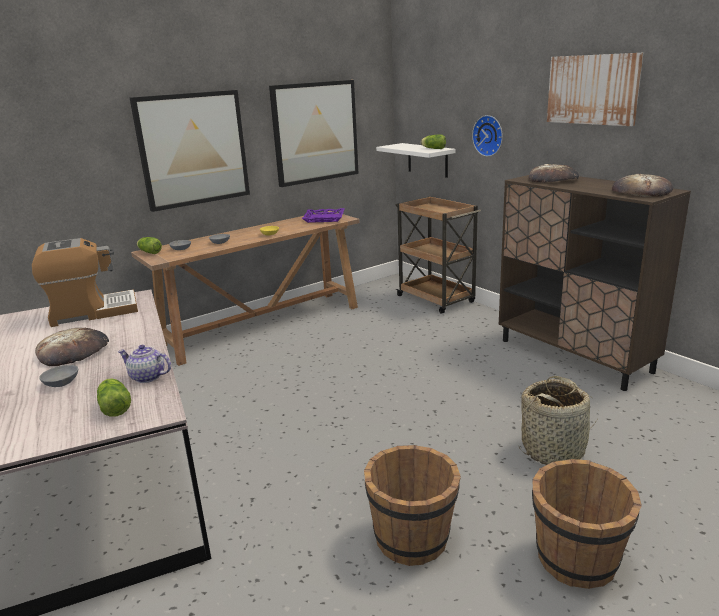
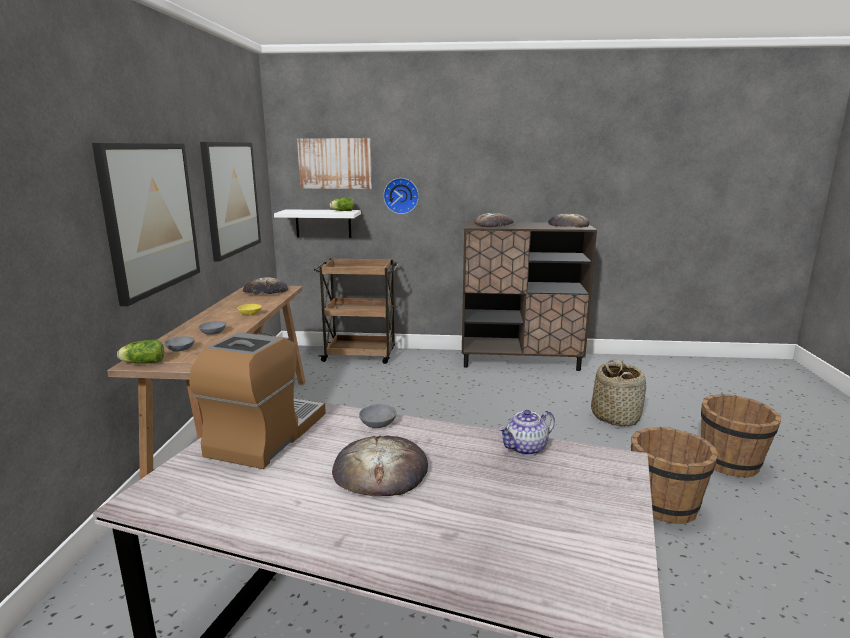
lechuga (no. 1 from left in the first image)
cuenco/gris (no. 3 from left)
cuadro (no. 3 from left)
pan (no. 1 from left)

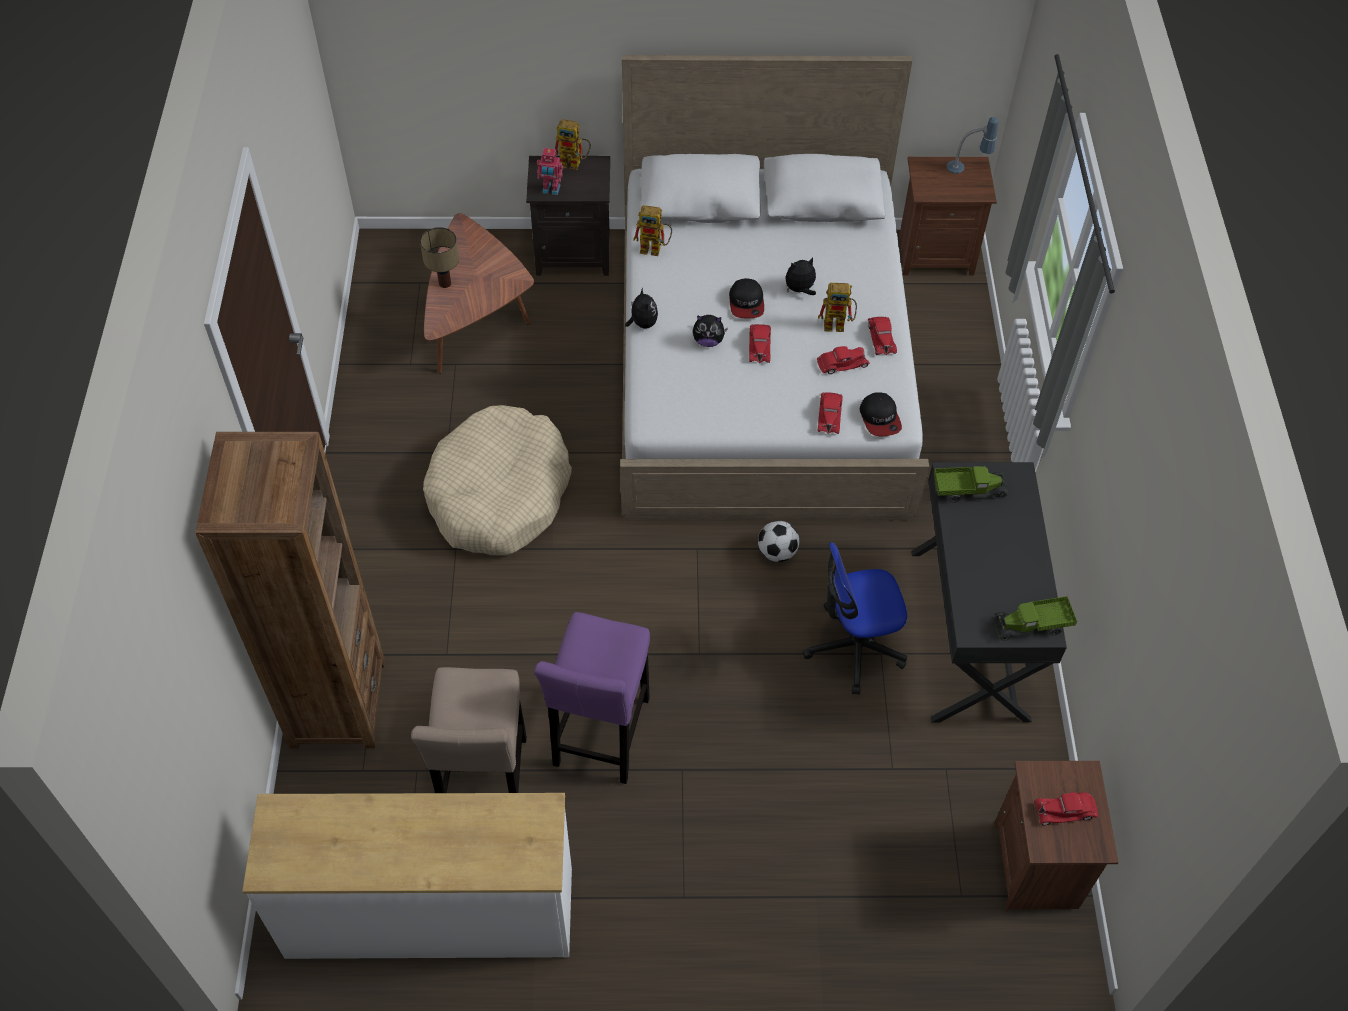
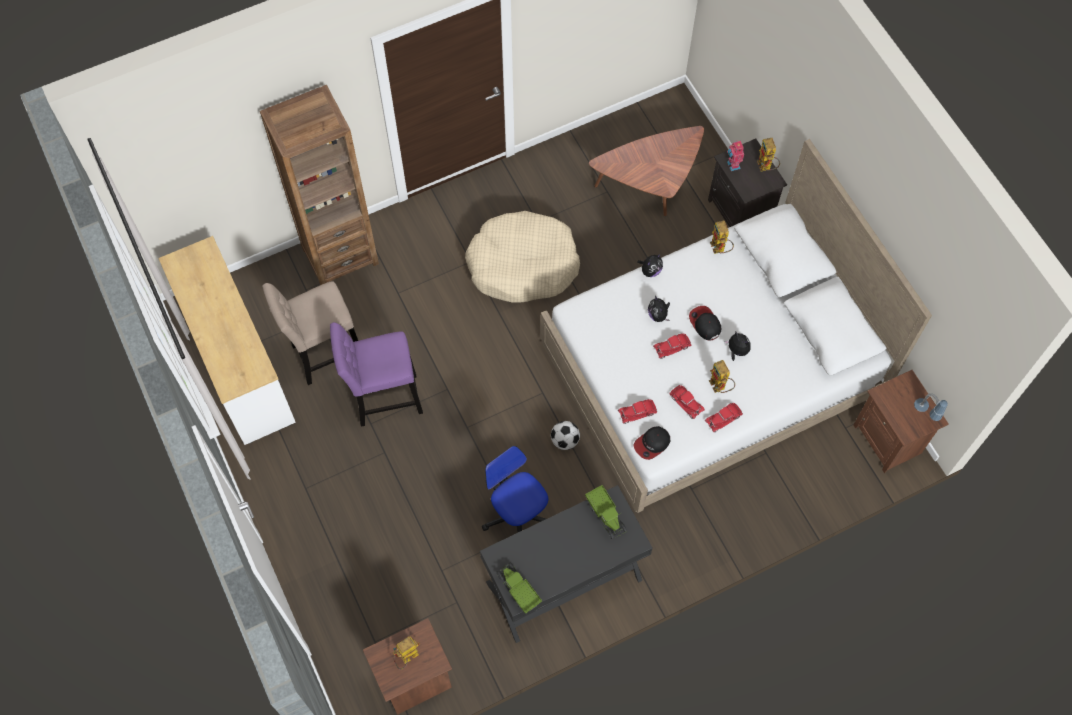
lámpara de mesa (no. 1 from left in the first image)
robot de juguete (no. 1 from left)
gorra (no. 2 from left)

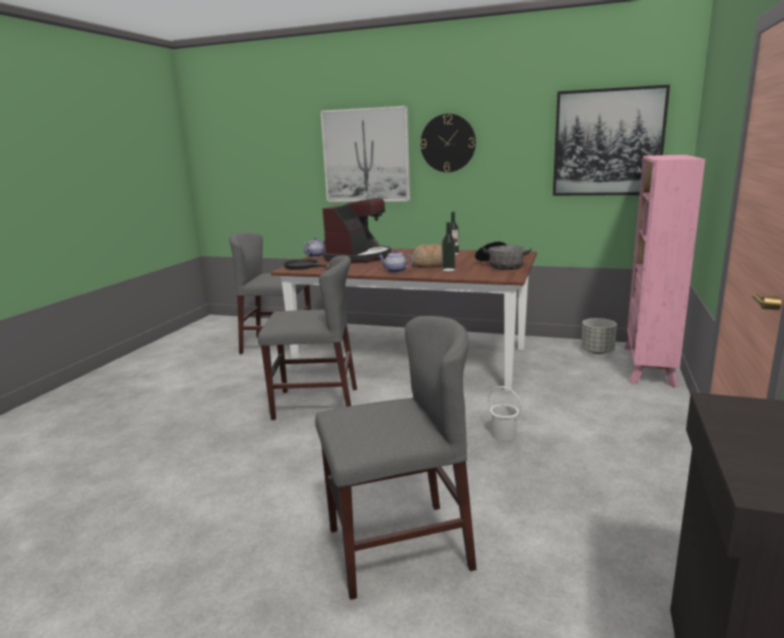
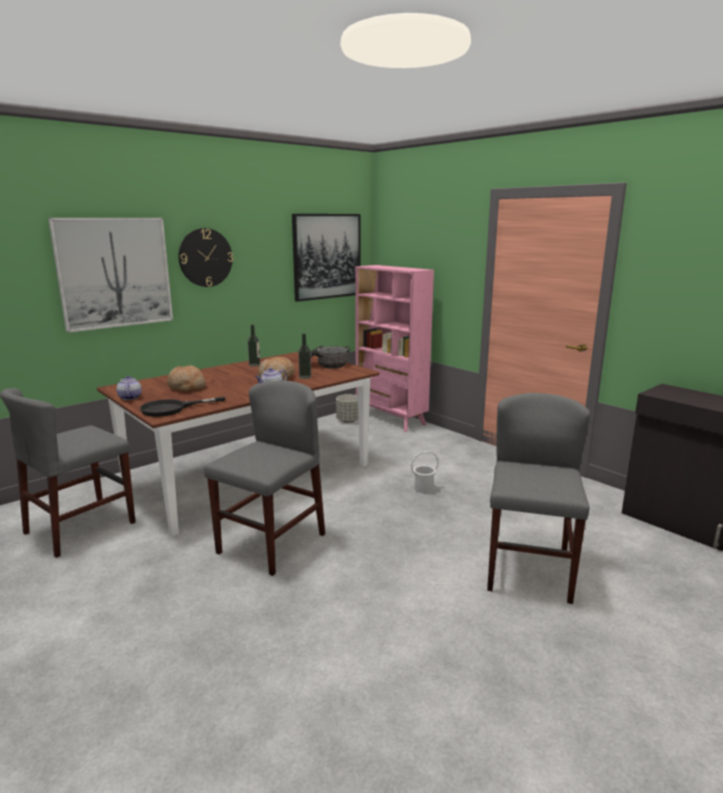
pan (no. 1 from left)

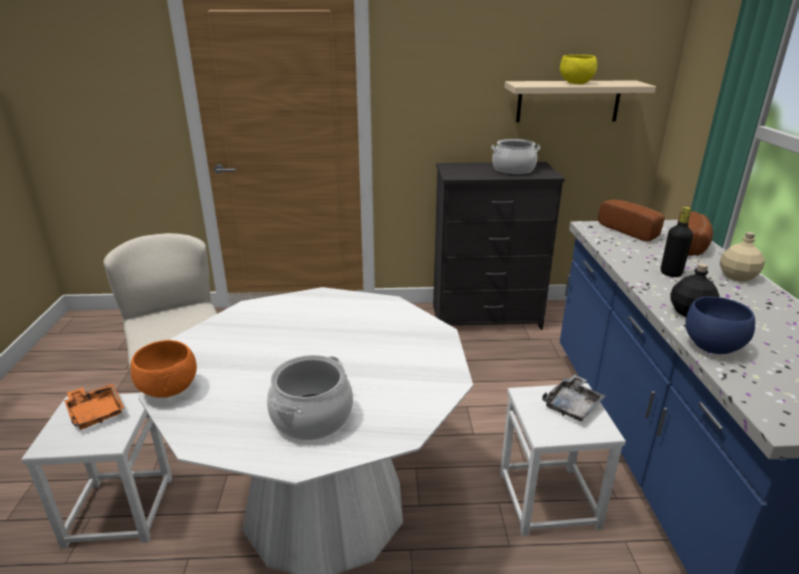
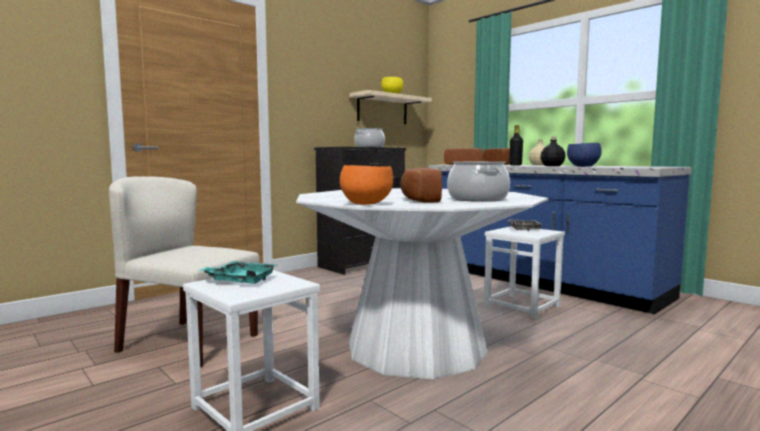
pan (no. 1 from left)
bandeja/turquesa

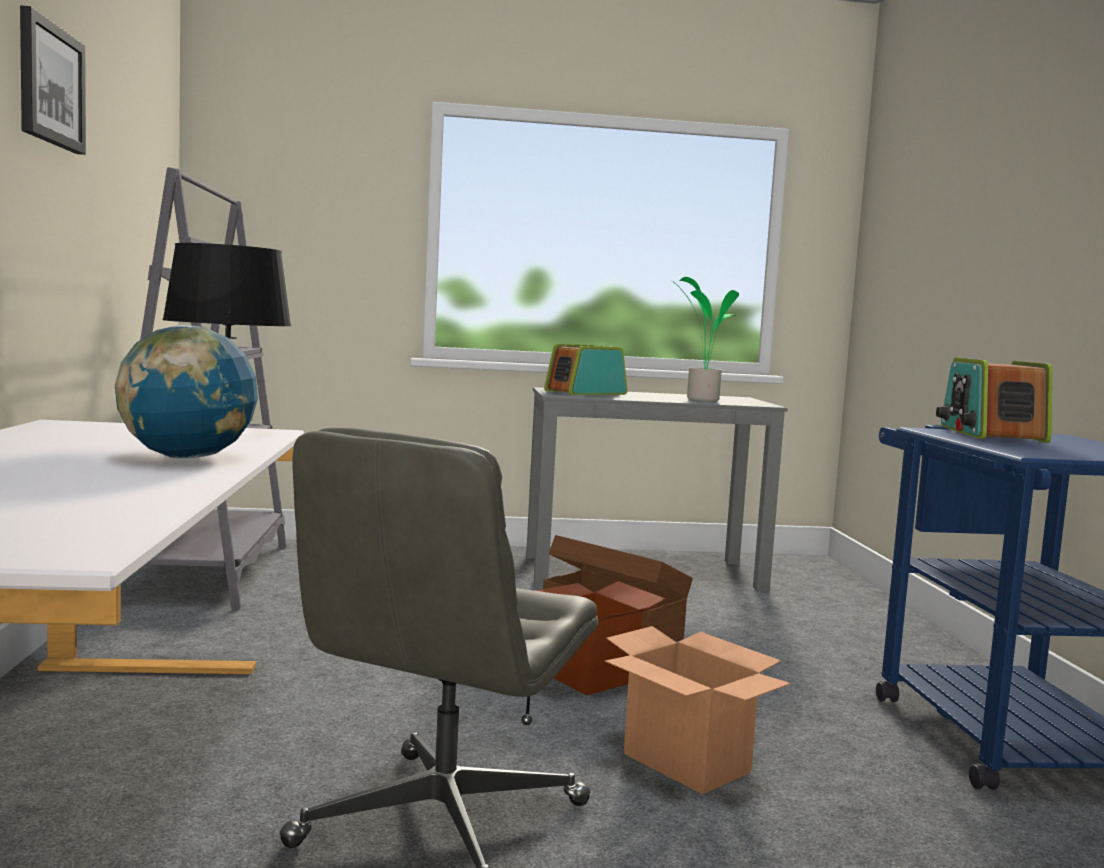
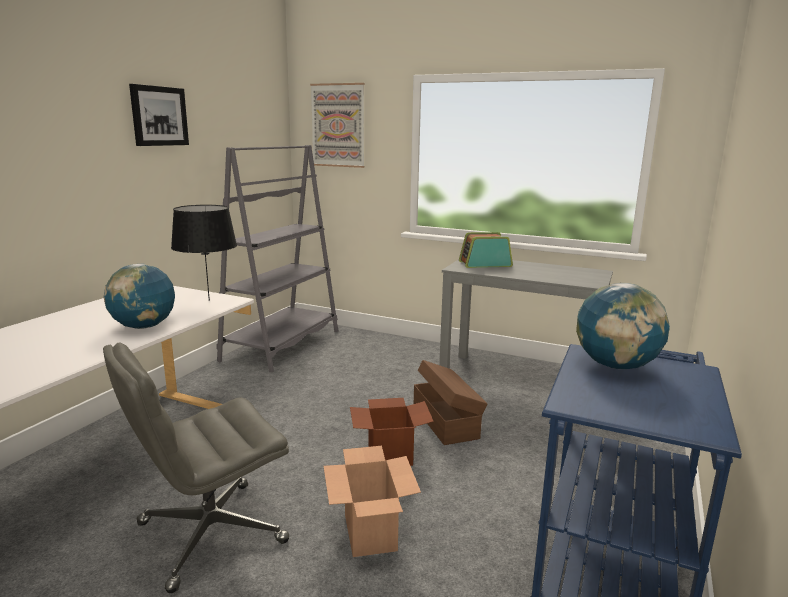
planta en maceta
cuadro (no. 2 from left)
globo terráqueo (no. 2 from left)

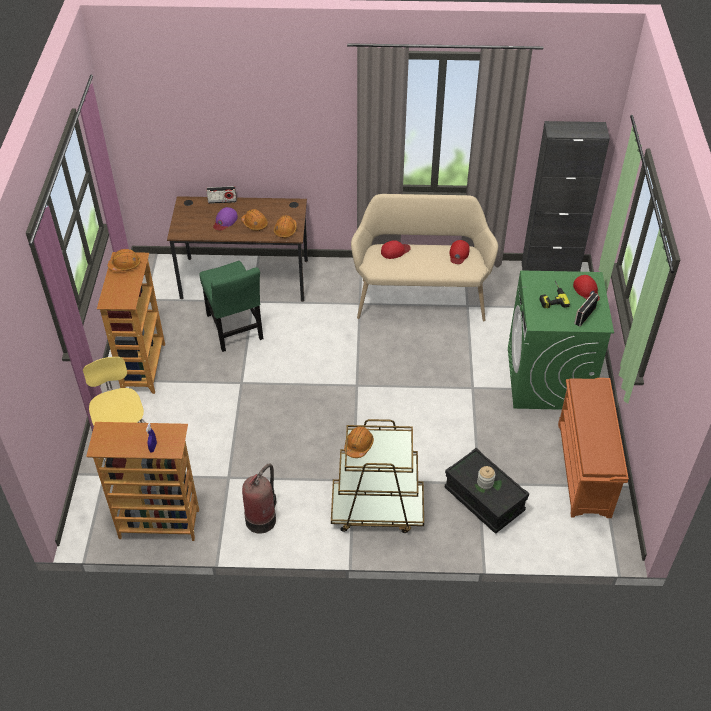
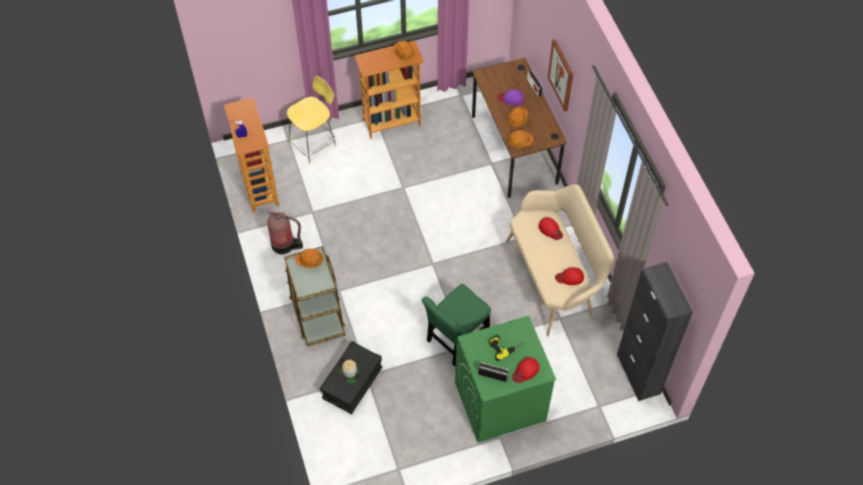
zapatero/naranja
cuadro
silla/verde

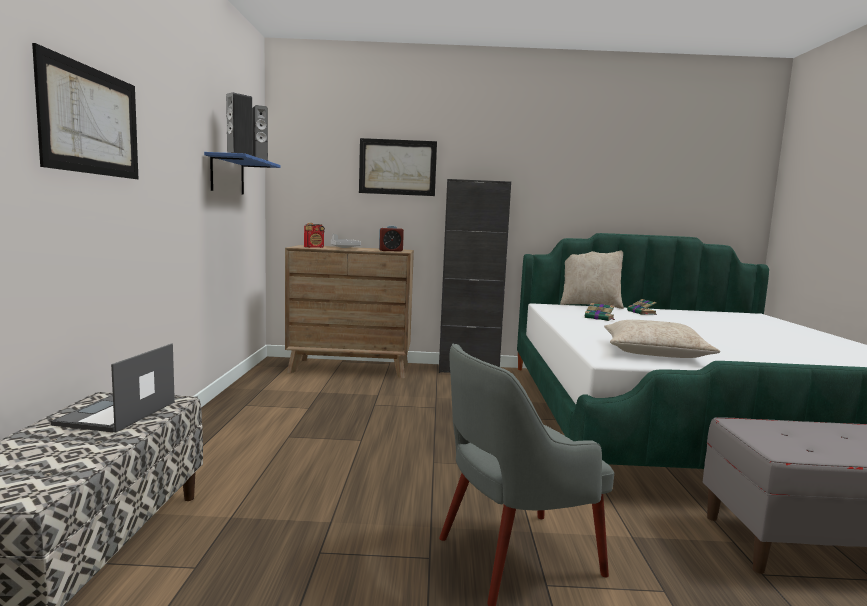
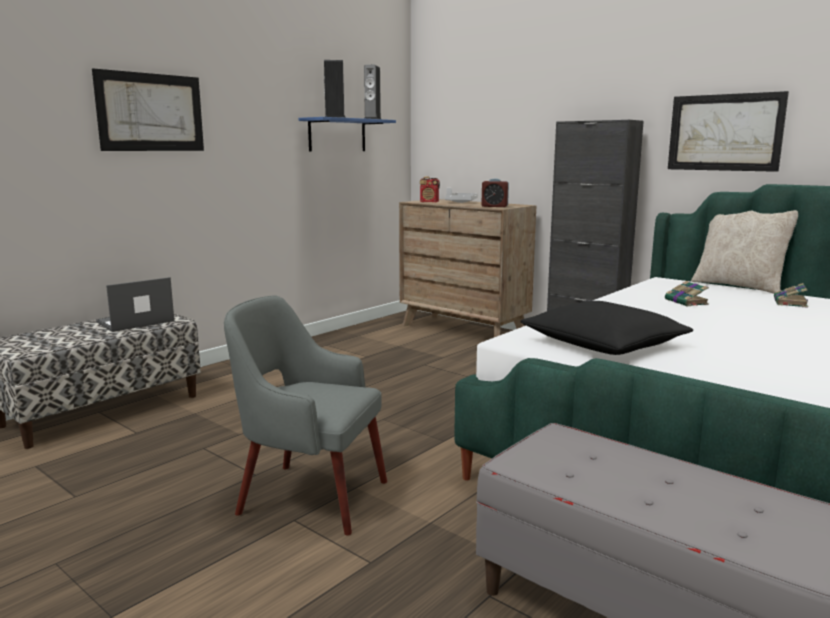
cuadro (no. 2 from left)
cojín/negro

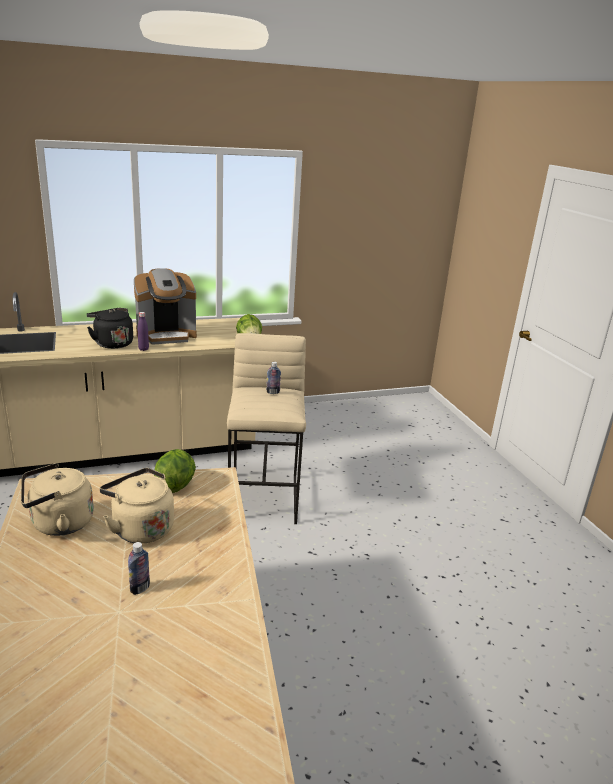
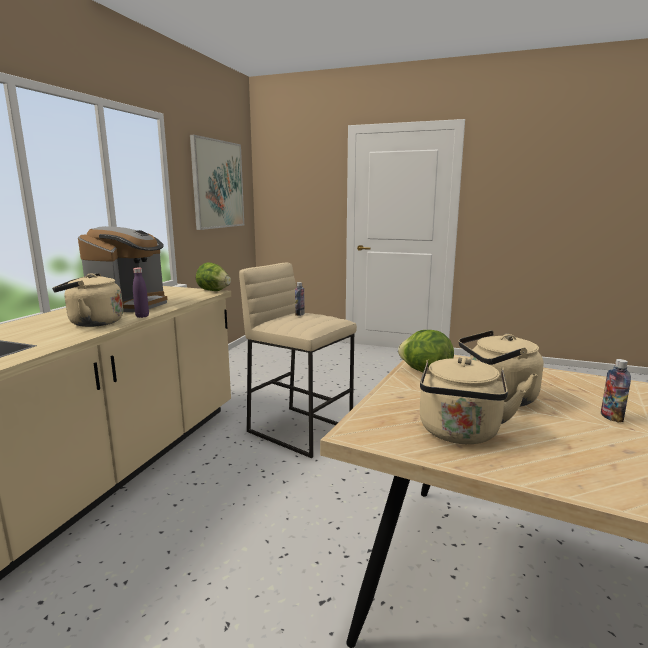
cuadro
hervidor/beis (no. 1 from left)

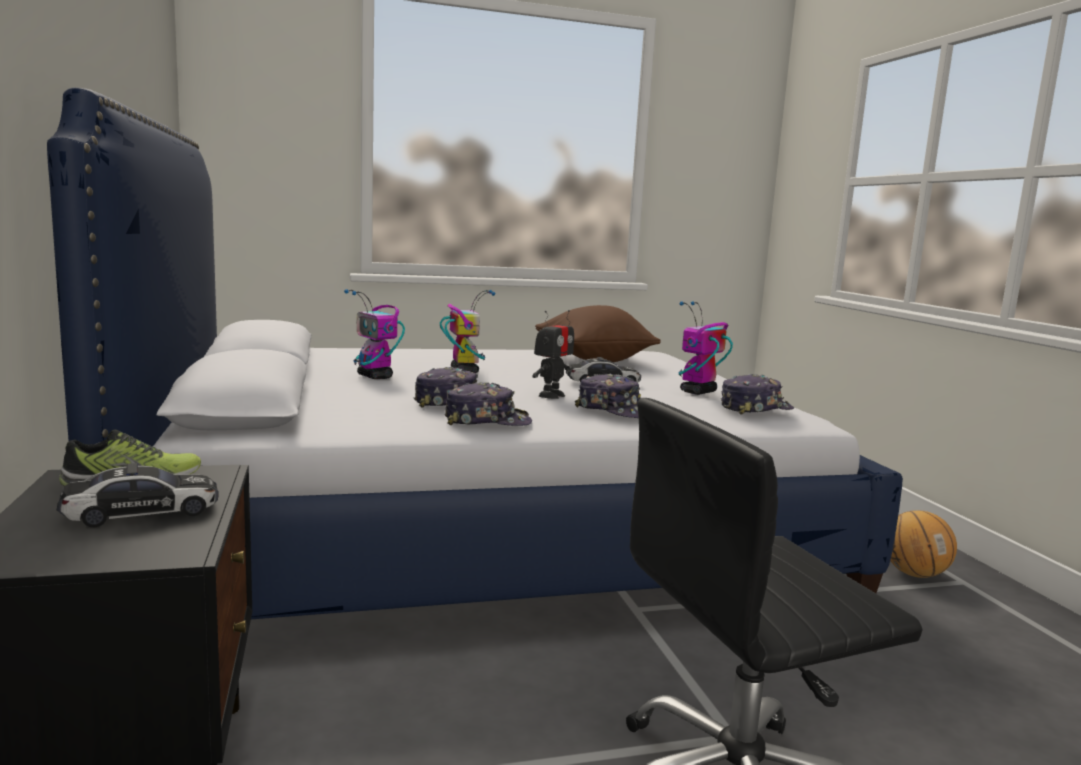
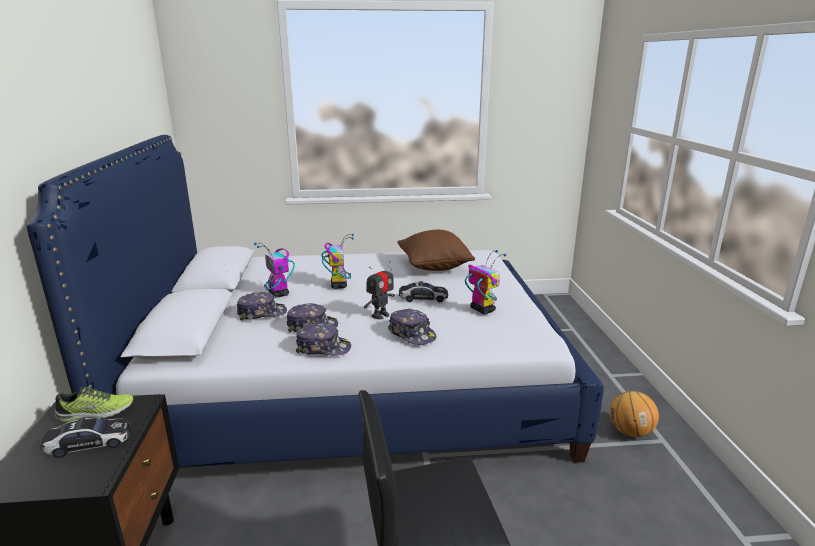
gorra (no. 1 from left)
robot de juguete (no. 4 from left)

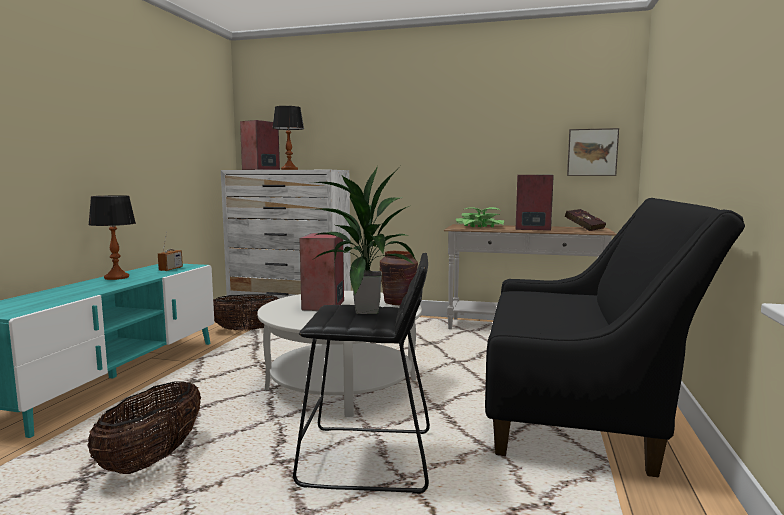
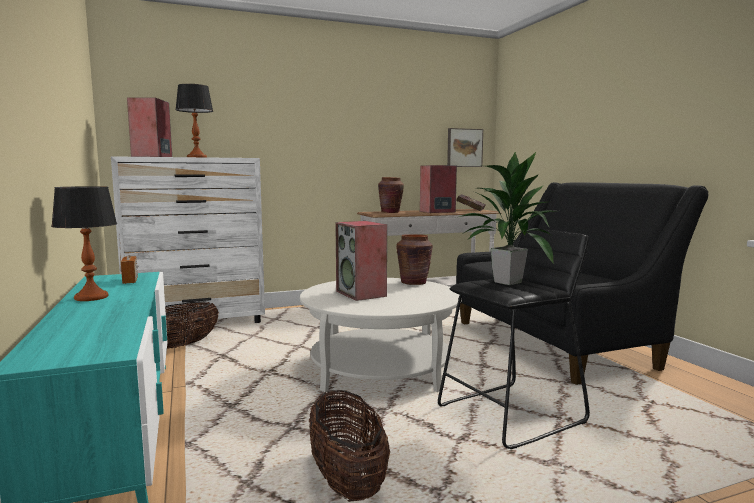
florero/marrón (no. 1 from left)

